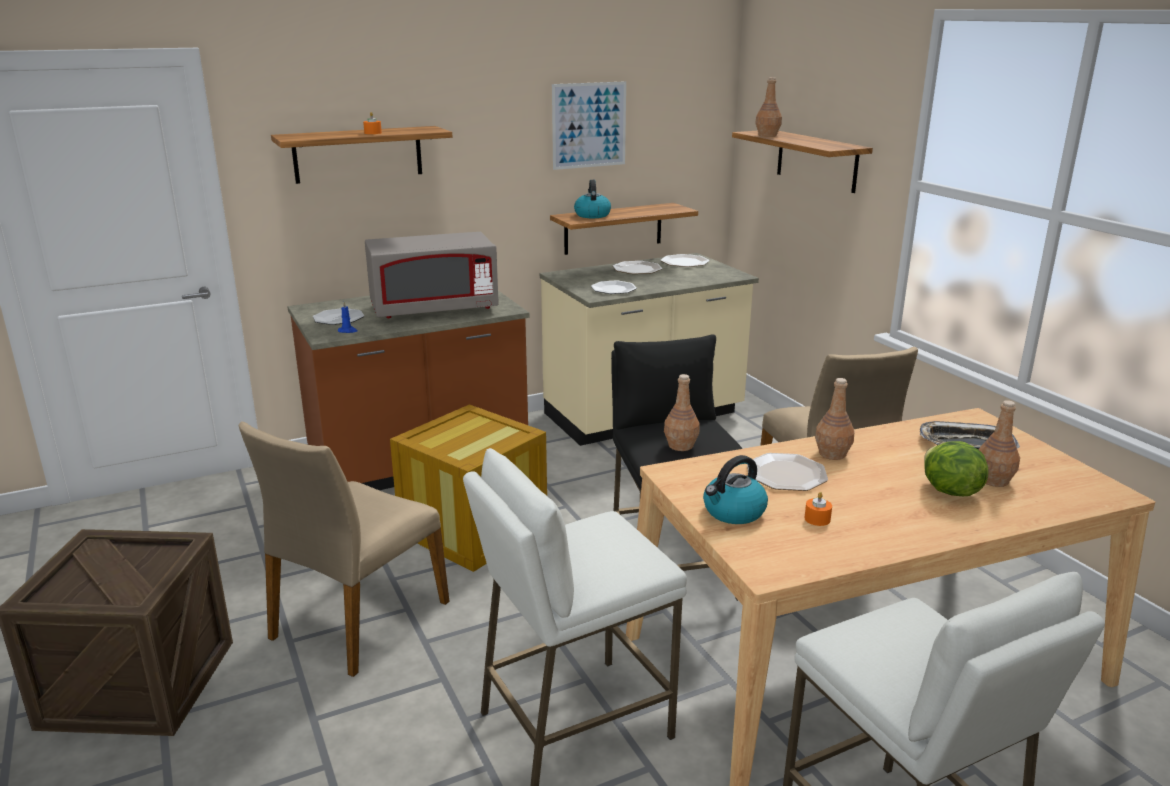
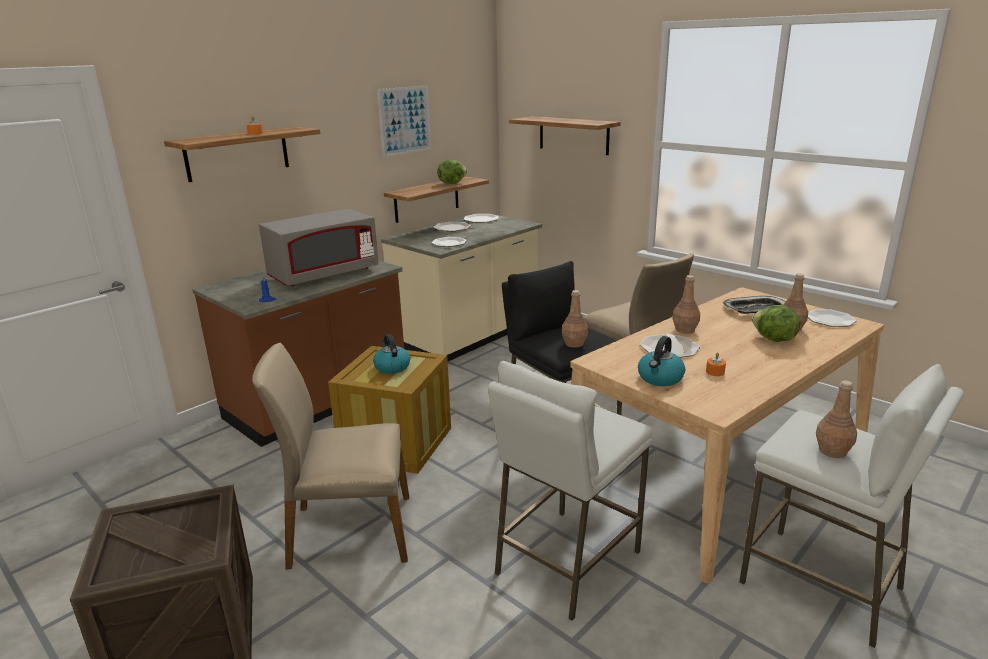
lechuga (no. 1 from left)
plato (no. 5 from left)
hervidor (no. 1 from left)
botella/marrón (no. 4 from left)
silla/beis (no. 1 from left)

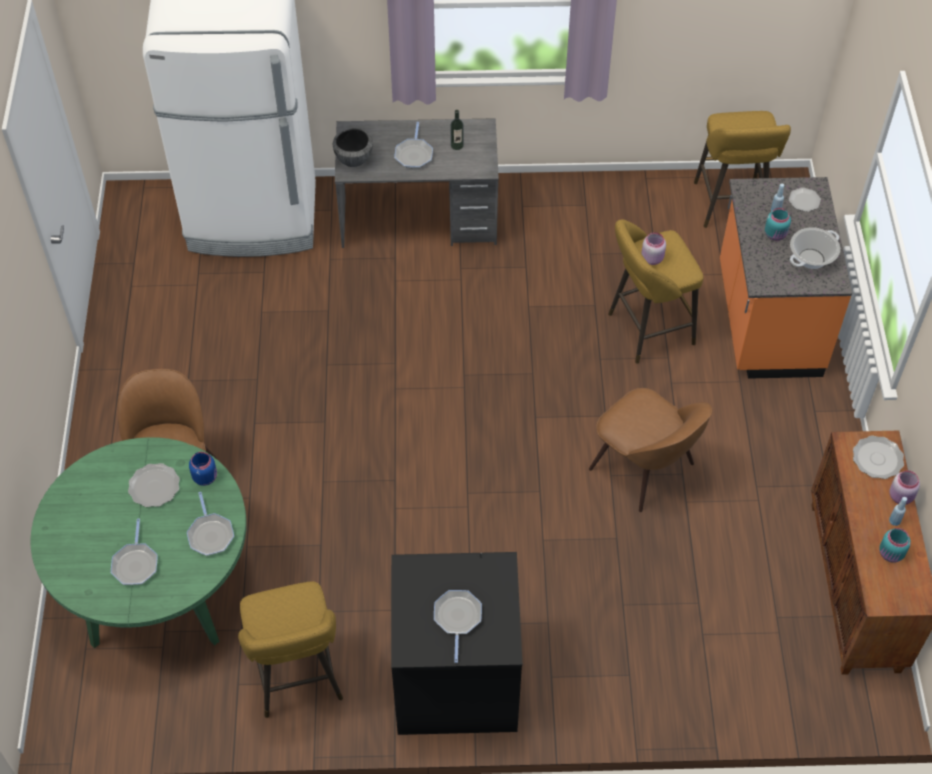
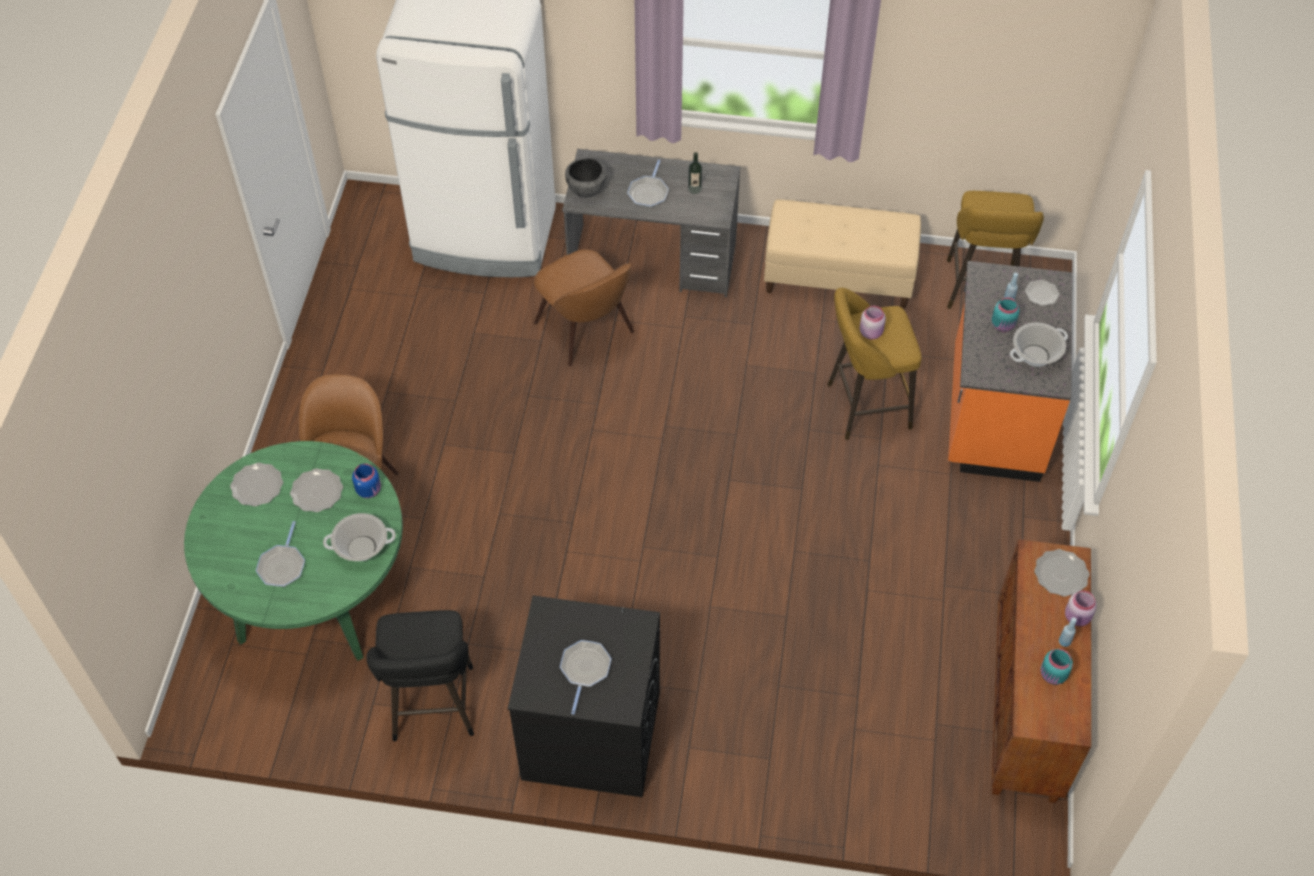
plato (no. 1 from left)
banco/beis
silla/marrón (no. 2 from left)
olla (no. 1 from left)
taburete/negro

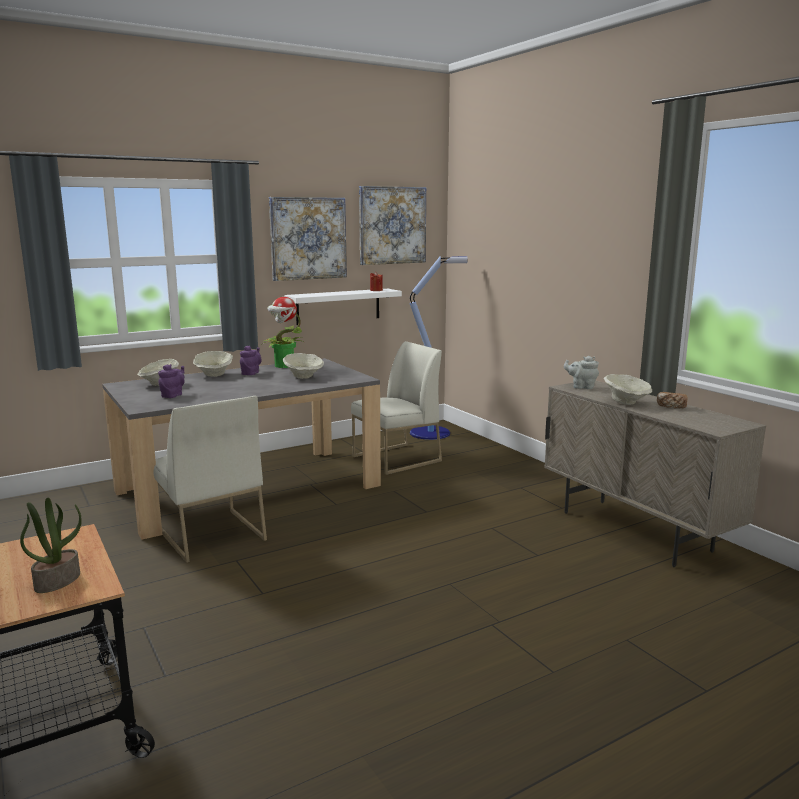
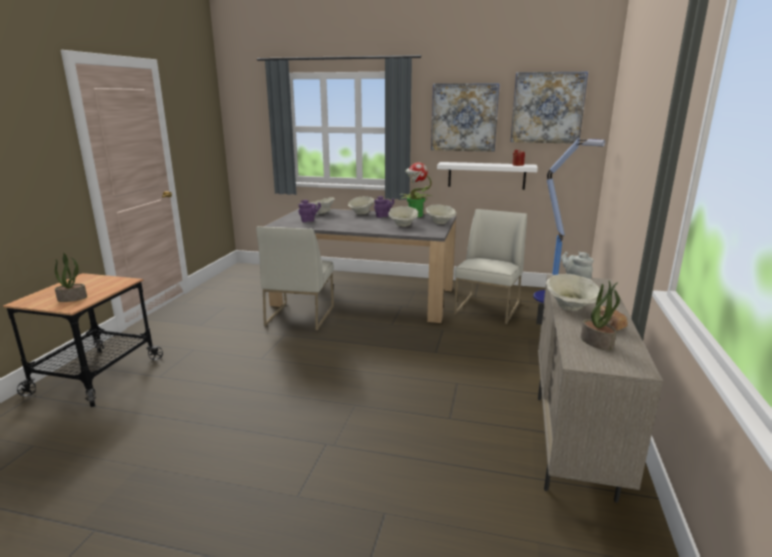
cuenco/beis (no. 4 from left)
planta en maceta (no. 3 from left)
silla/blanco (no. 2 from left)

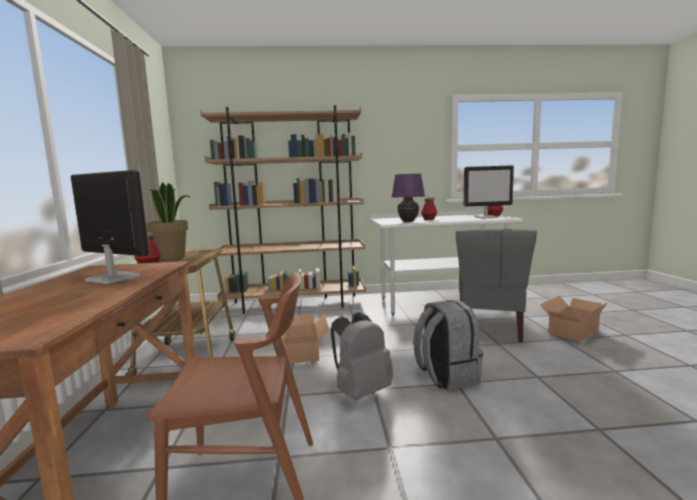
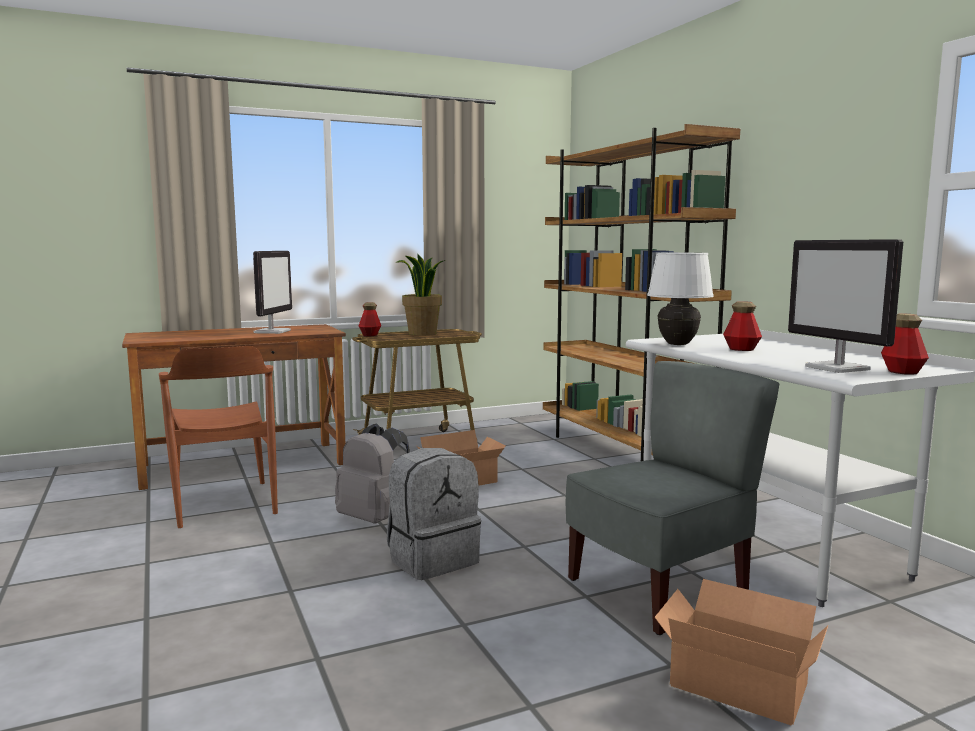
lámpara de mesa/blanco
silla/gris

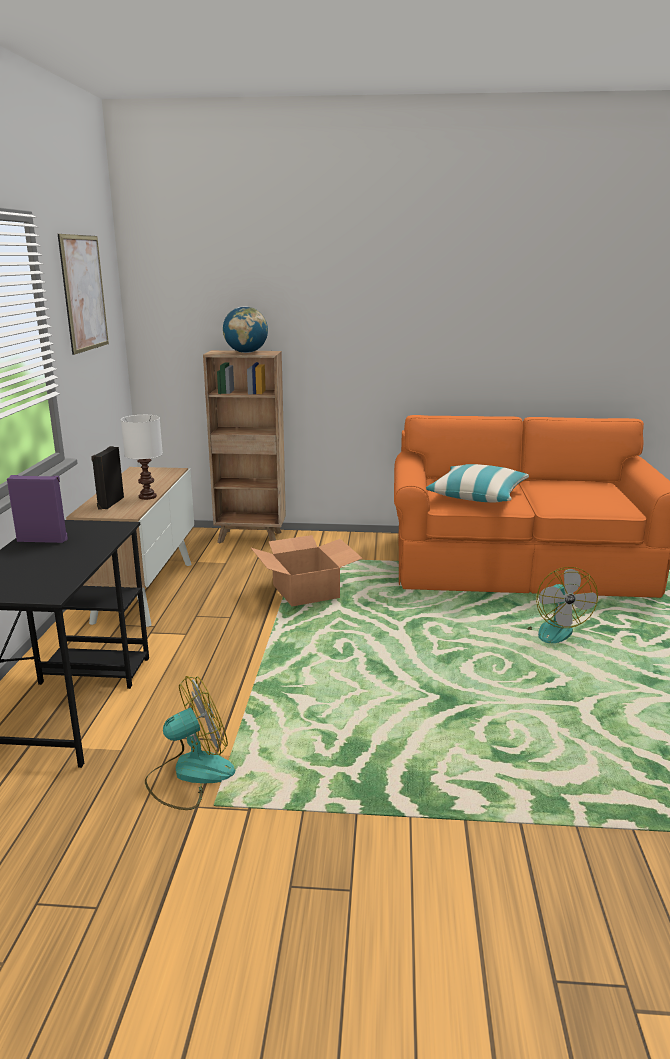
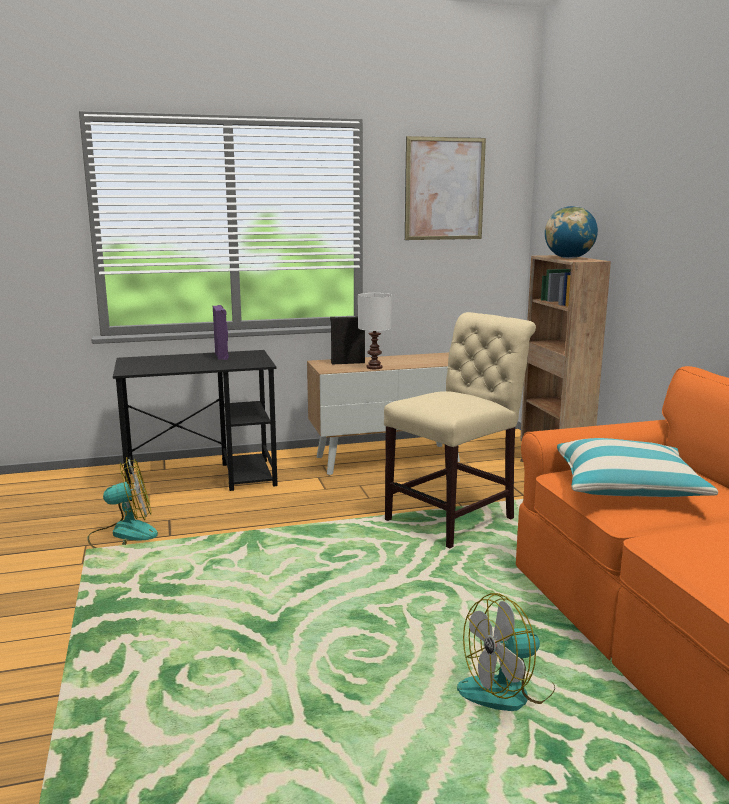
silla/beis
ventilador (no. 1 from left)

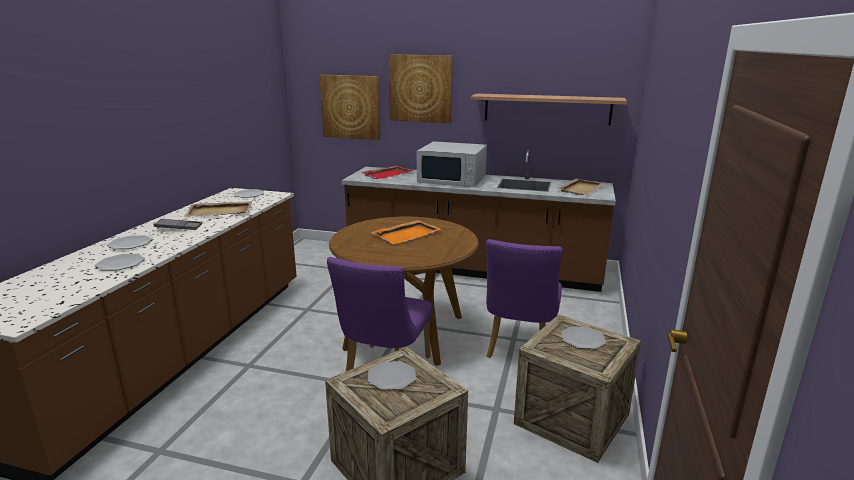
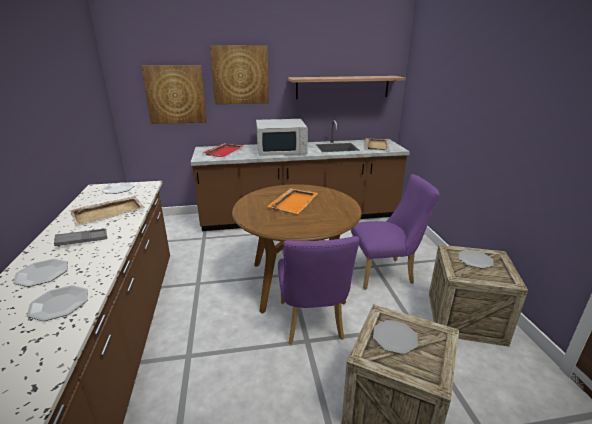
silla/morado (no. 2 from left)

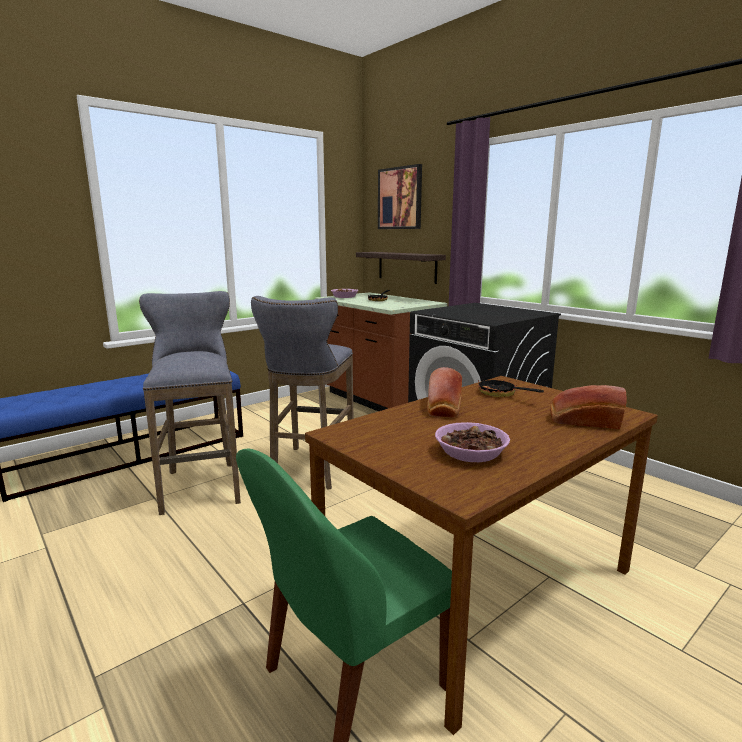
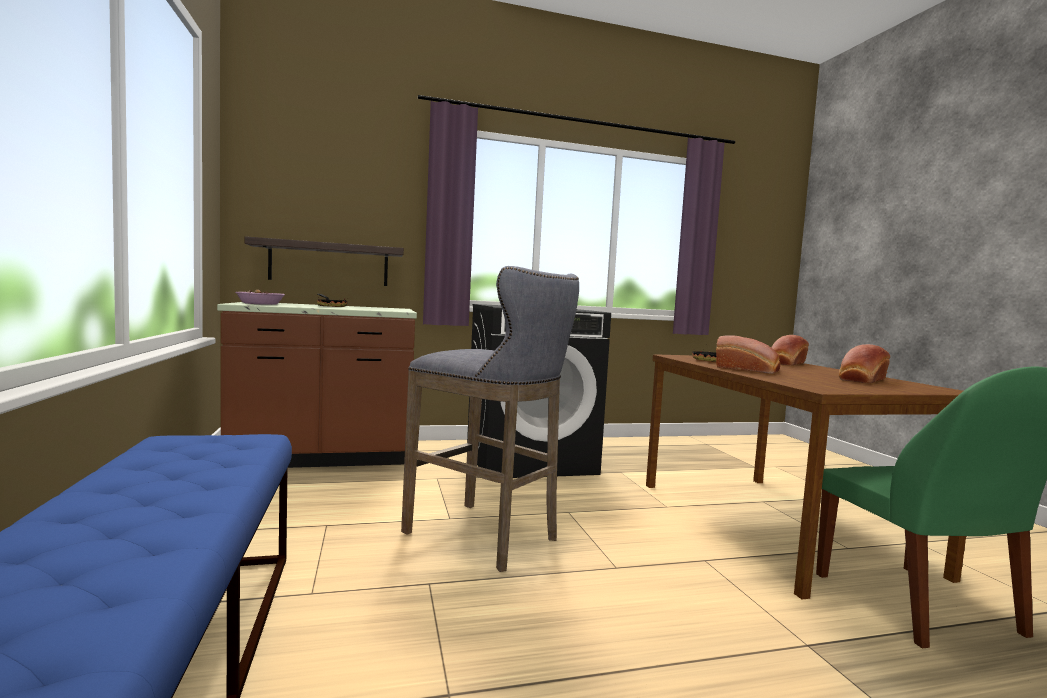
taburete/gris (no. 1 from left in the first image)
cuadro
pan (no. 3 from left)

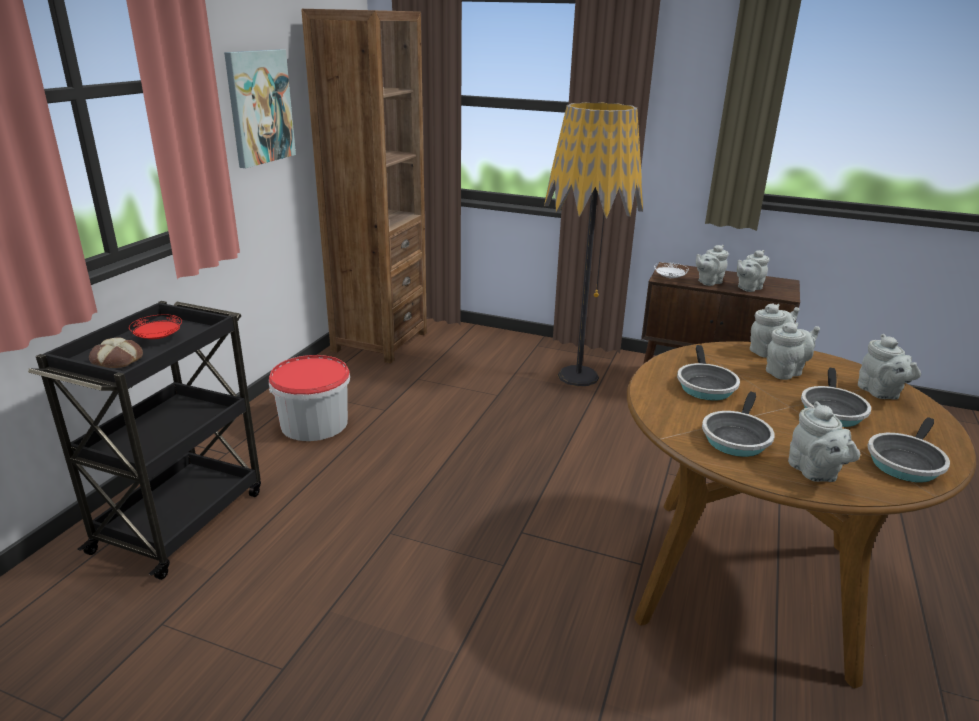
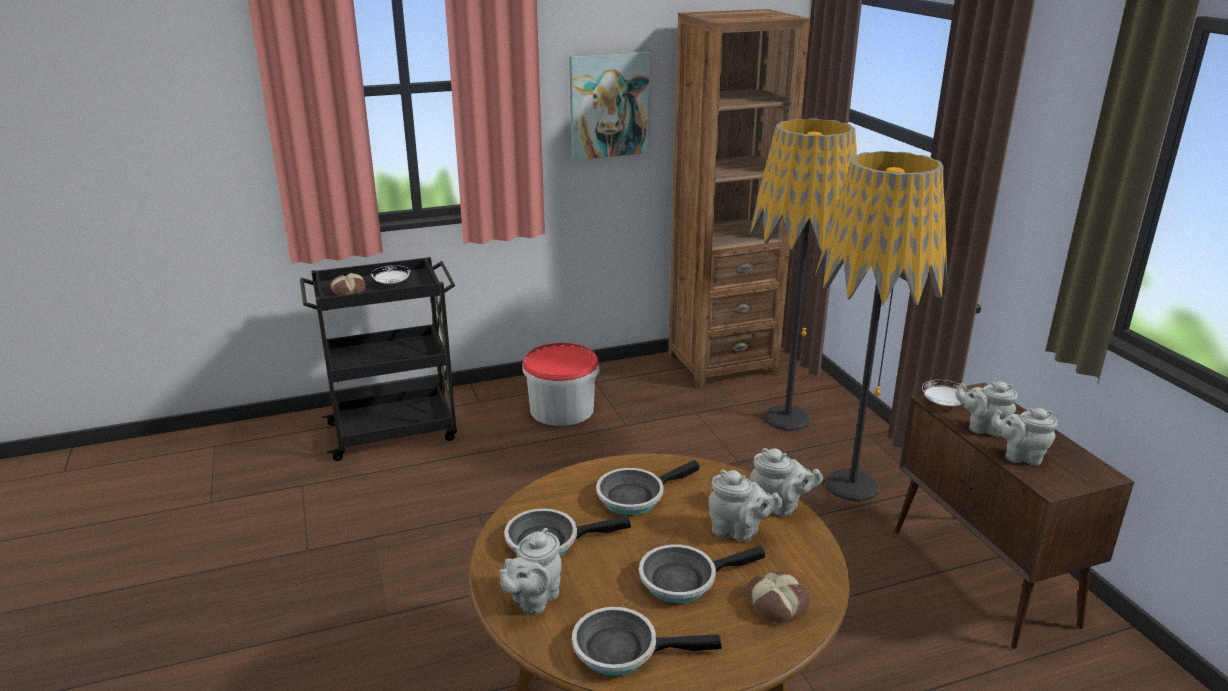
lámpara de pie (no. 1 from left)
pan (no. 2 from left)
plato/blanco (no. 1 from left)

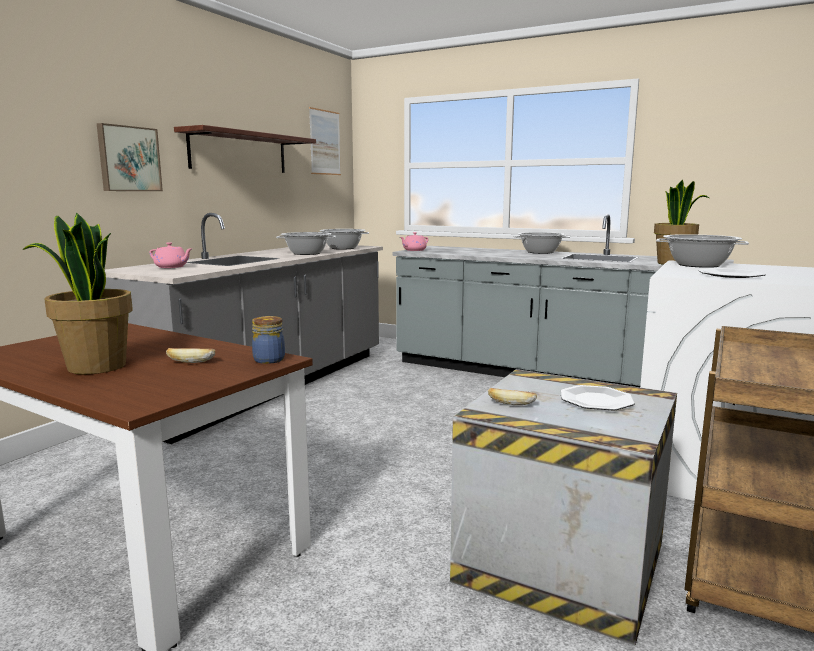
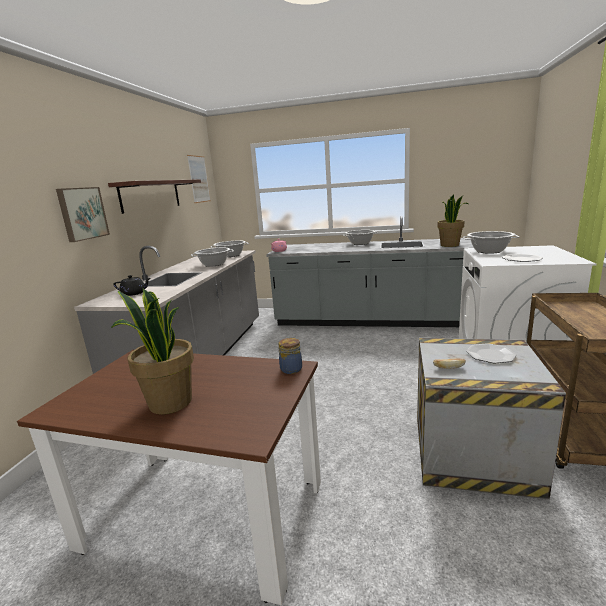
pan (no. 1 from left in the first image)
tetera/negro

